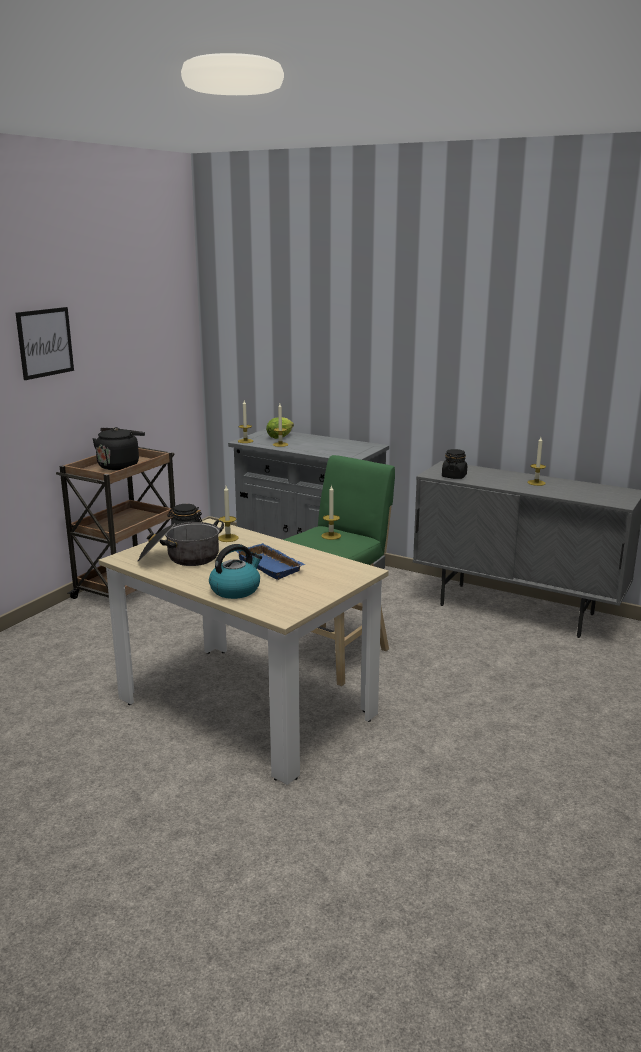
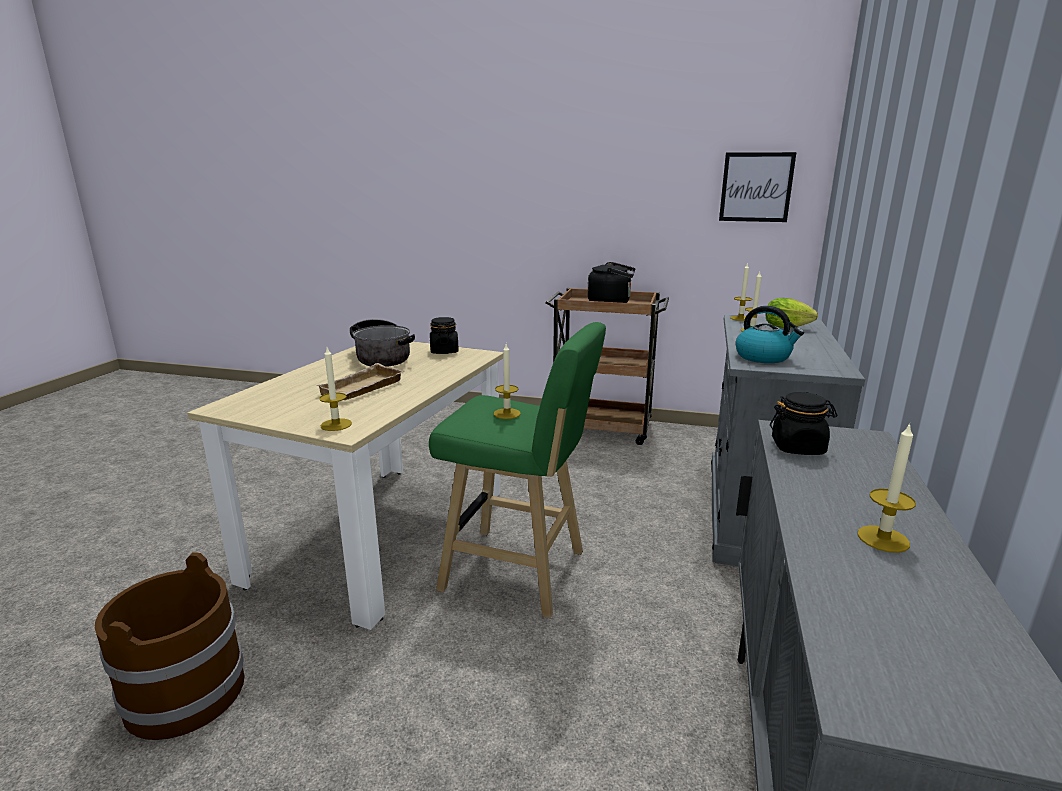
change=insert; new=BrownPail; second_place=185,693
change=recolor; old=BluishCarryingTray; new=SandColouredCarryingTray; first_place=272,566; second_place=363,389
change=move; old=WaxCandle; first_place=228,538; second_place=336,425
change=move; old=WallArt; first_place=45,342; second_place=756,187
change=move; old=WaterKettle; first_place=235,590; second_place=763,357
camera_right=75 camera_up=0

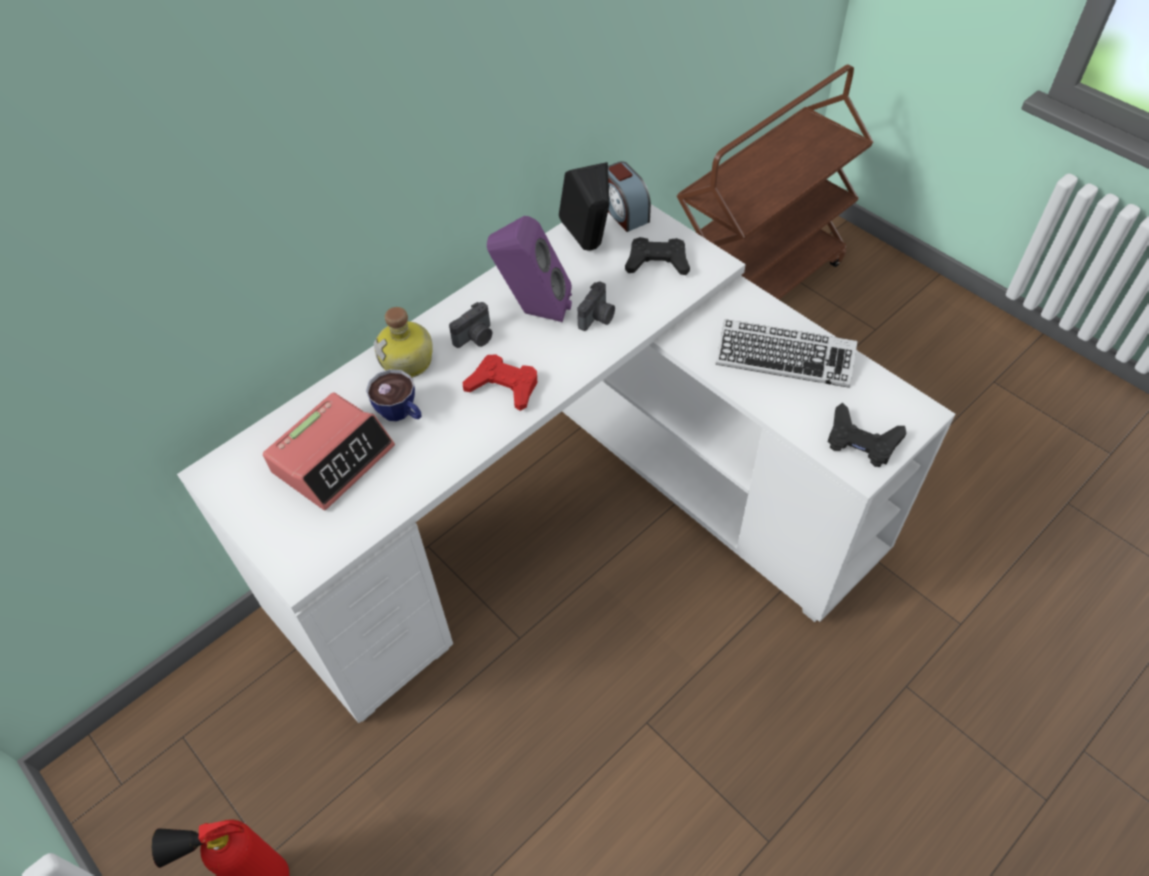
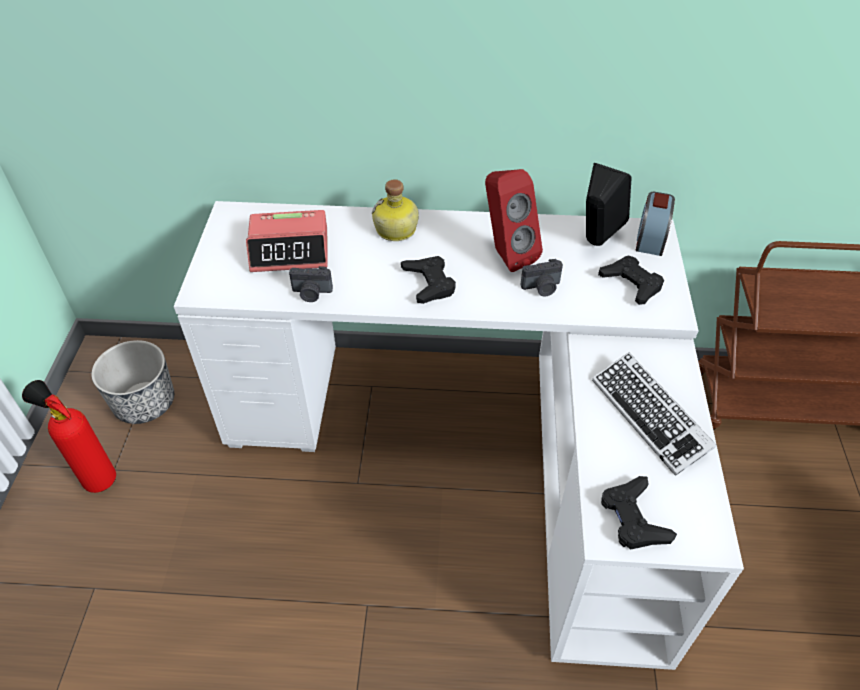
change=insert; new=Planter; second_place=145,402
change=move; old=PhotoCamera; first_place=476,337; second_place=311,293
change=recolor; old=ReddishGamepad; new=BlackColouredGamepad; first_place=503,386; second_place=429,283
change=recolor; old=PurplishAudioSpeaker; new=ReddishAudioSpeaker; first_place=533,311; second_place=505,255
change=delete; old=DrinkingCup; first_place=402,413
camera_right=45 camera_up=-5

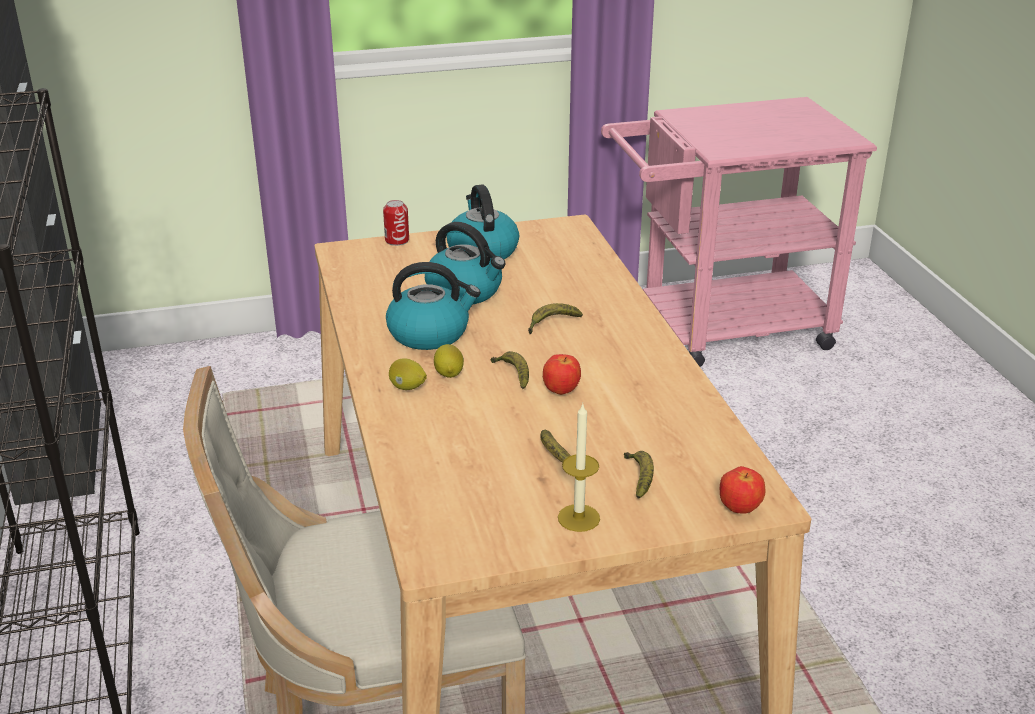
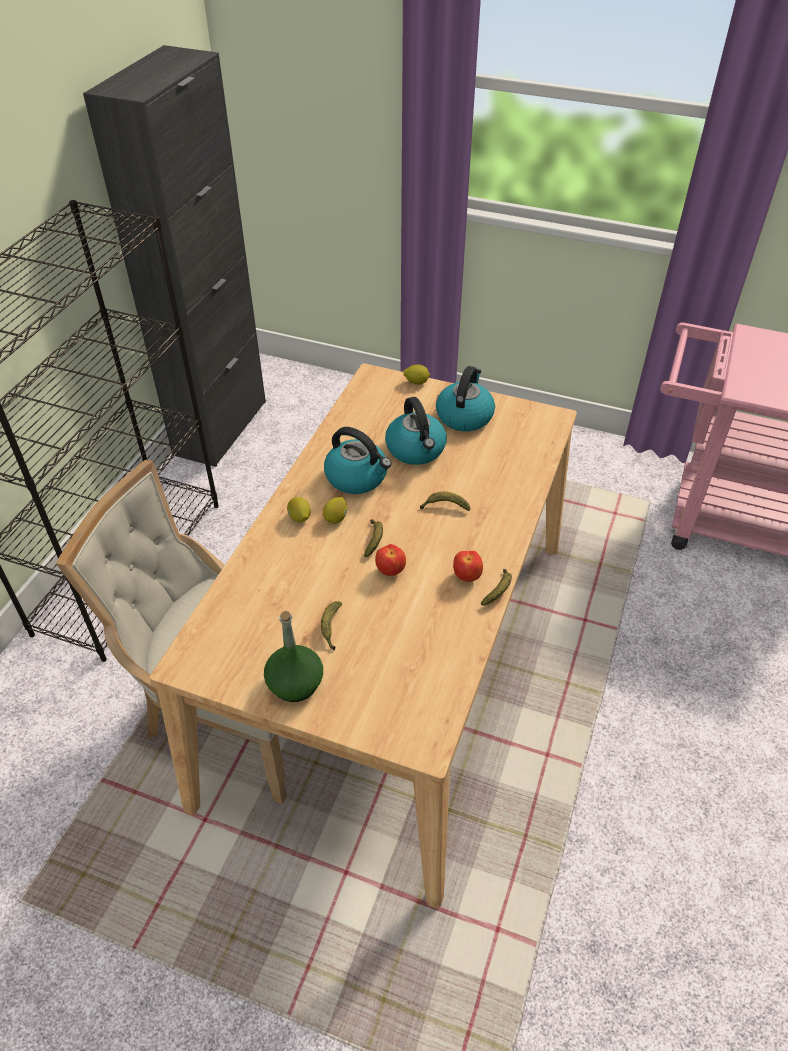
change=replace; old=WaxCandle; new=GreenBottle; first_place=578,518; second_place=295,684
change=replace; old=MetalCan; new=CitrusFruit; first_place=397,240; second_place=416,382
change=move; old=WholeApple; first_place=740,509; second_place=467,577
change=move; old=Banana; first_place=639,478; second_place=498,591
camera_right=35 camera_up=15

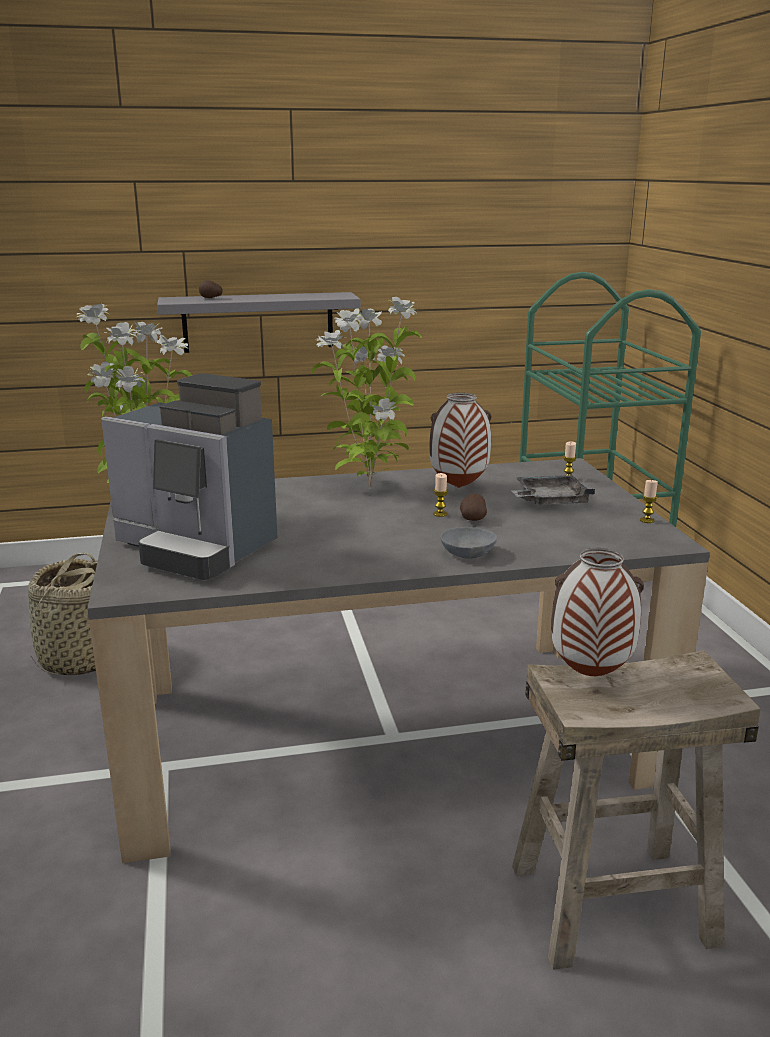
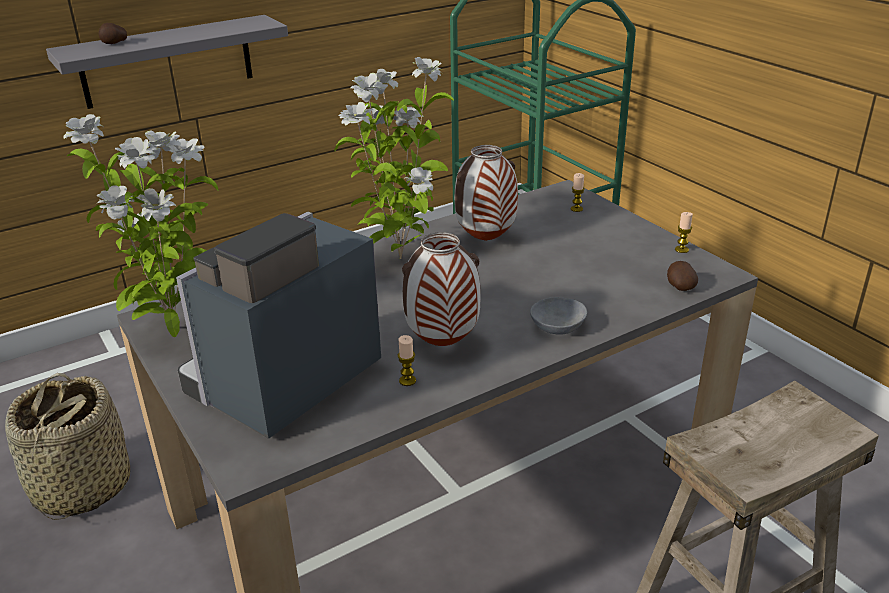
change=rotate; old=CoffeeBrewer; first_place=196,549; second_place=282,384; degrees=120
change=move; old=WaxCandle; first_place=440,514; second_place=407,381
change=move; old=Vase; first_place=589,676; second_place=442,345
change=move; old=Spud; first_place=473,519; second_place=679,287
change=delete; old=GreyishCarryingTray; first_place=549,500
camera_right=-20 camera_up=10

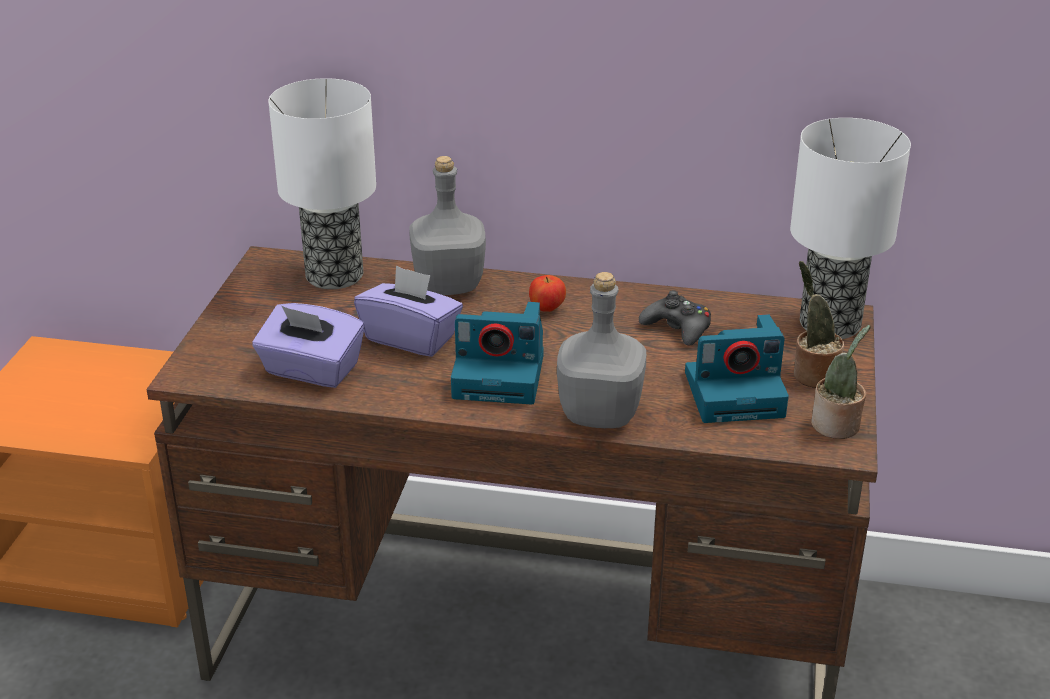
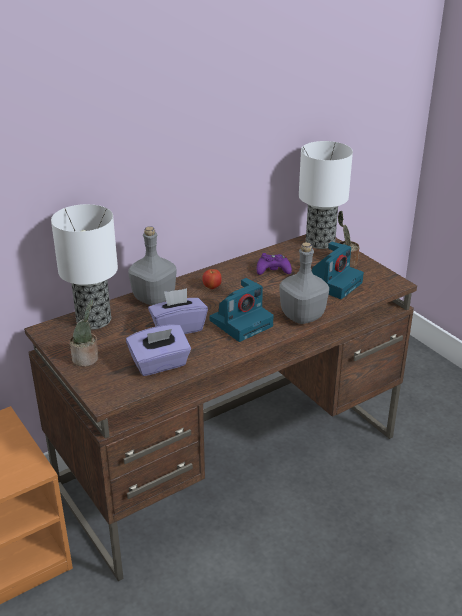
change=move; old=PlantInAPot; first_place=837,427; second_place=87,359
change=recolor; old=BlackColouredGamepad; new=PurplishGamepad; first_place=677,328; second_place=273,270
camera_right=-45 camera_up=0

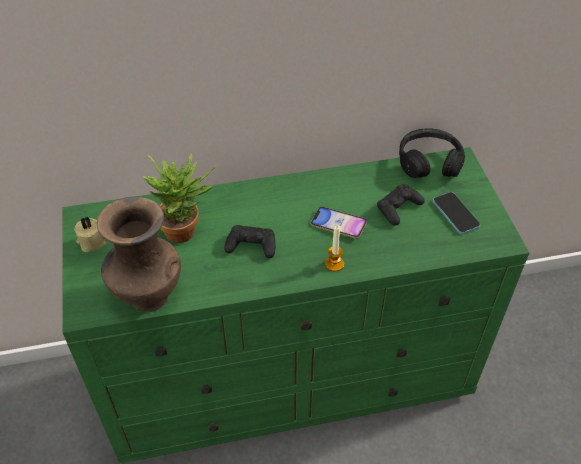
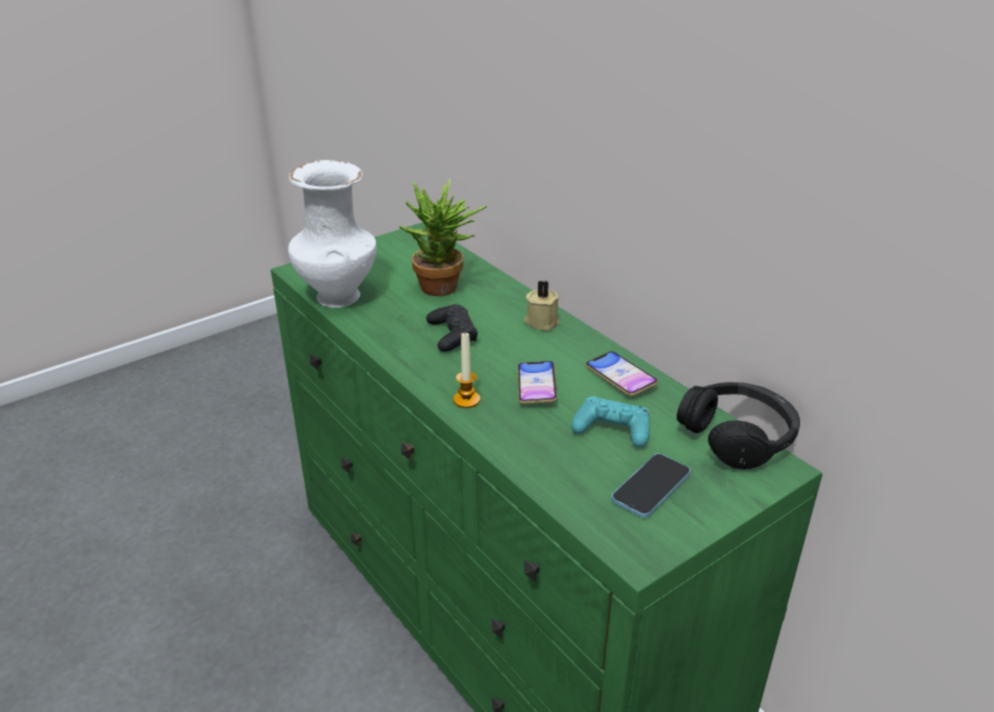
change=recolor; old=BrownVase; new=WhiteVase; first_place=147,297; second_place=337,296
change=move; old=SandColouredWaxCandle; first_place=91,242; second_place=542,321
change=recolor; old=BlackColouredGamepad; new=TurquoiseGamepad; first_place=398,208; second_place=612,429
change=insert; new=Telephone; second_place=620,378
camera_right=65 camera_up=-15

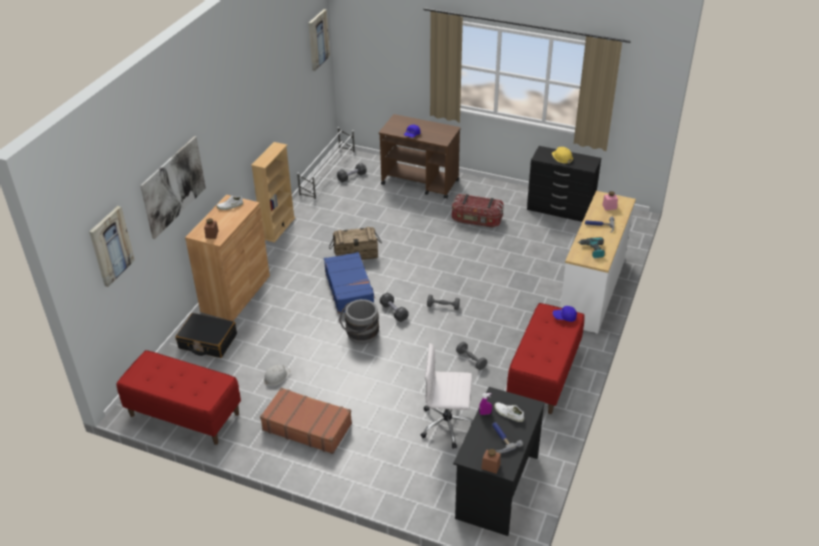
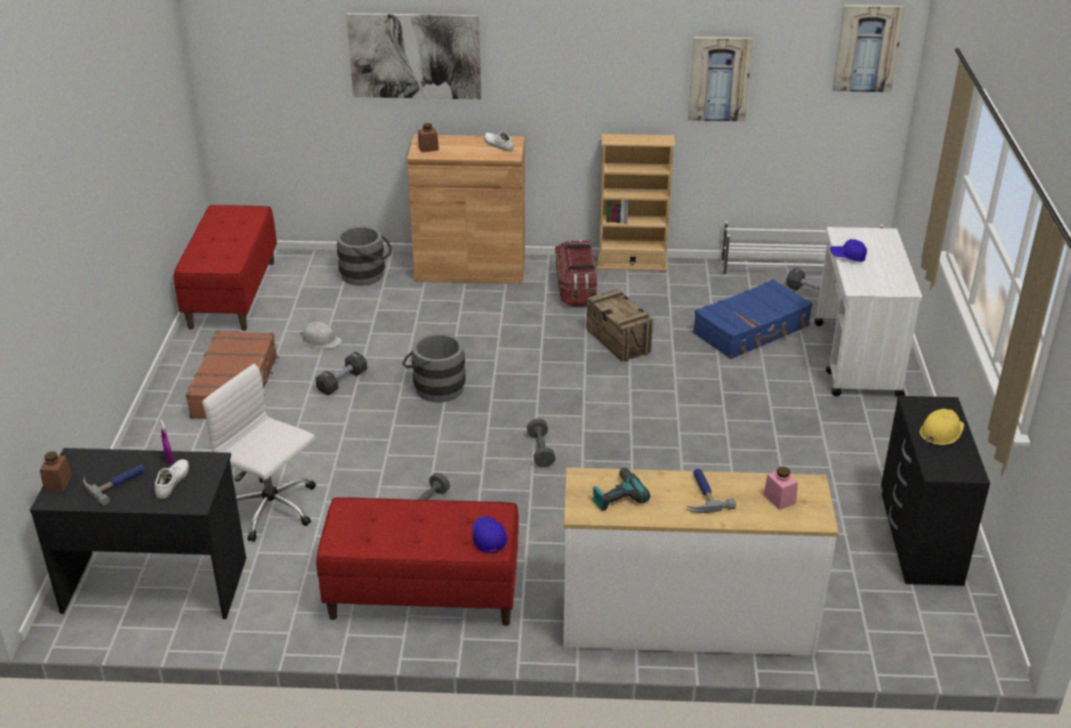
change=rotate; old=WhiteComputerChair; first_place=448,425; second_place=273,509; degrees=-45
change=move; old=BlackColouredHandWeight; first_place=394,312; second_place=342,382
change=replace; old=BlackColouredSuitcase; new=GreyishPail; first_place=207,341; second_place=367,274
change=move; old=StorageBin; first_place=477,220; second_place=576,288
change=move; old=WallArt; first_place=111,246; second_place=719,78
change=move; old=BluishSuitcase; first_place=349,288; second_place=752,330
change=recolor; old=BrownCart; new=WhiteCart; first_place=420,182; second_place=857,360
camera_right=70 camera_up=-5

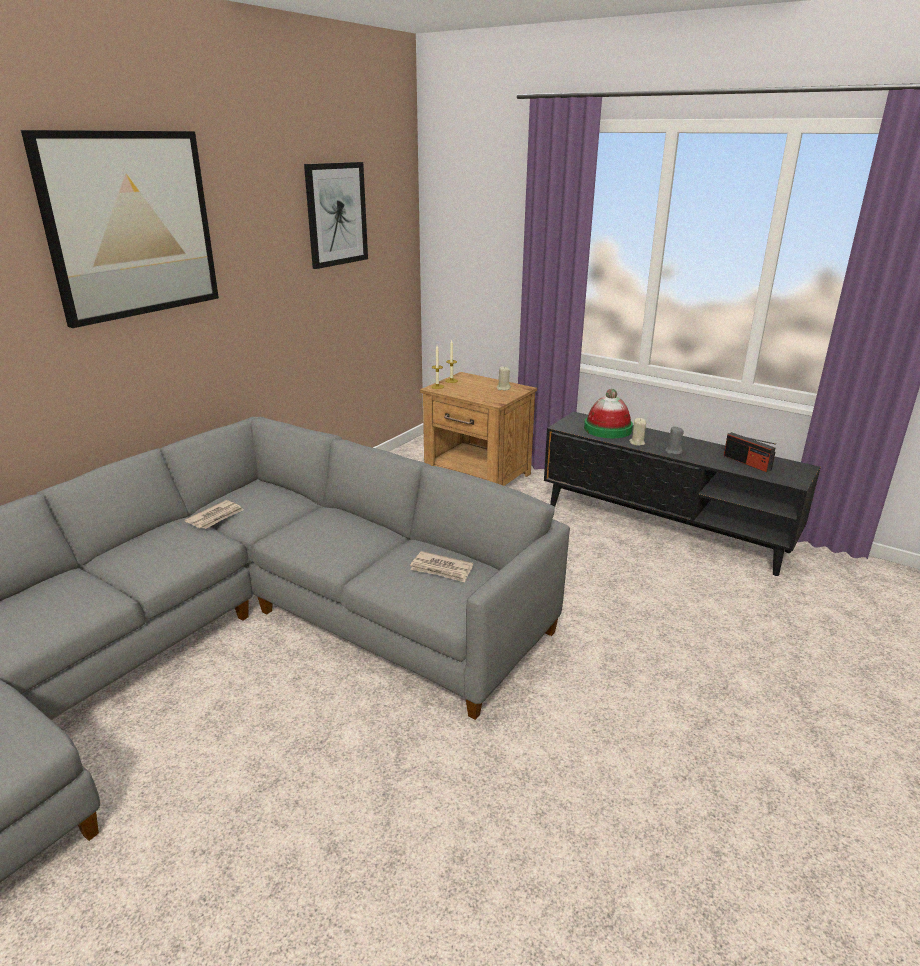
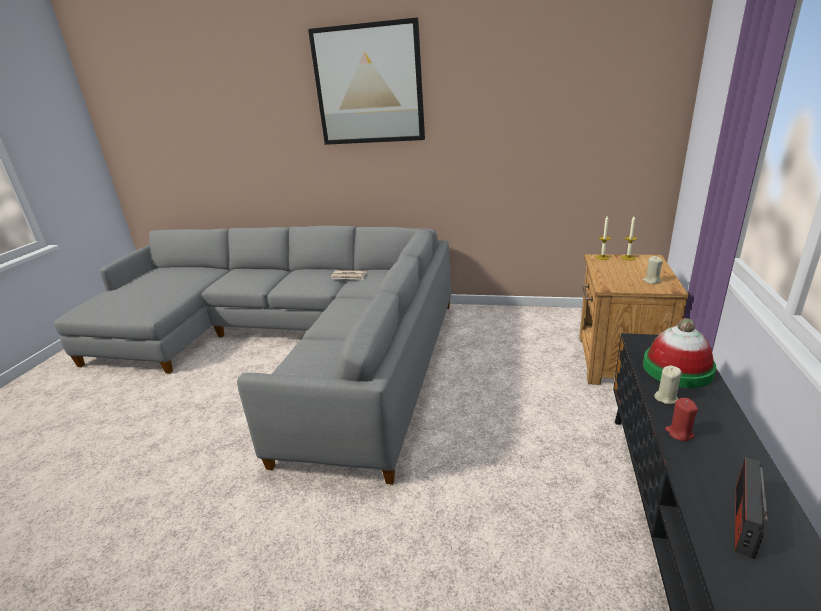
change=recolor; old=GreyishWaxCandle; new=ReddishWaxCandle; first_place=673,451; second_place=679,433
change=delete; old=WallArt; first_place=336,214
change=delete; old=Newspaper; first_place=441,569
camera_right=70 camera_up=0

